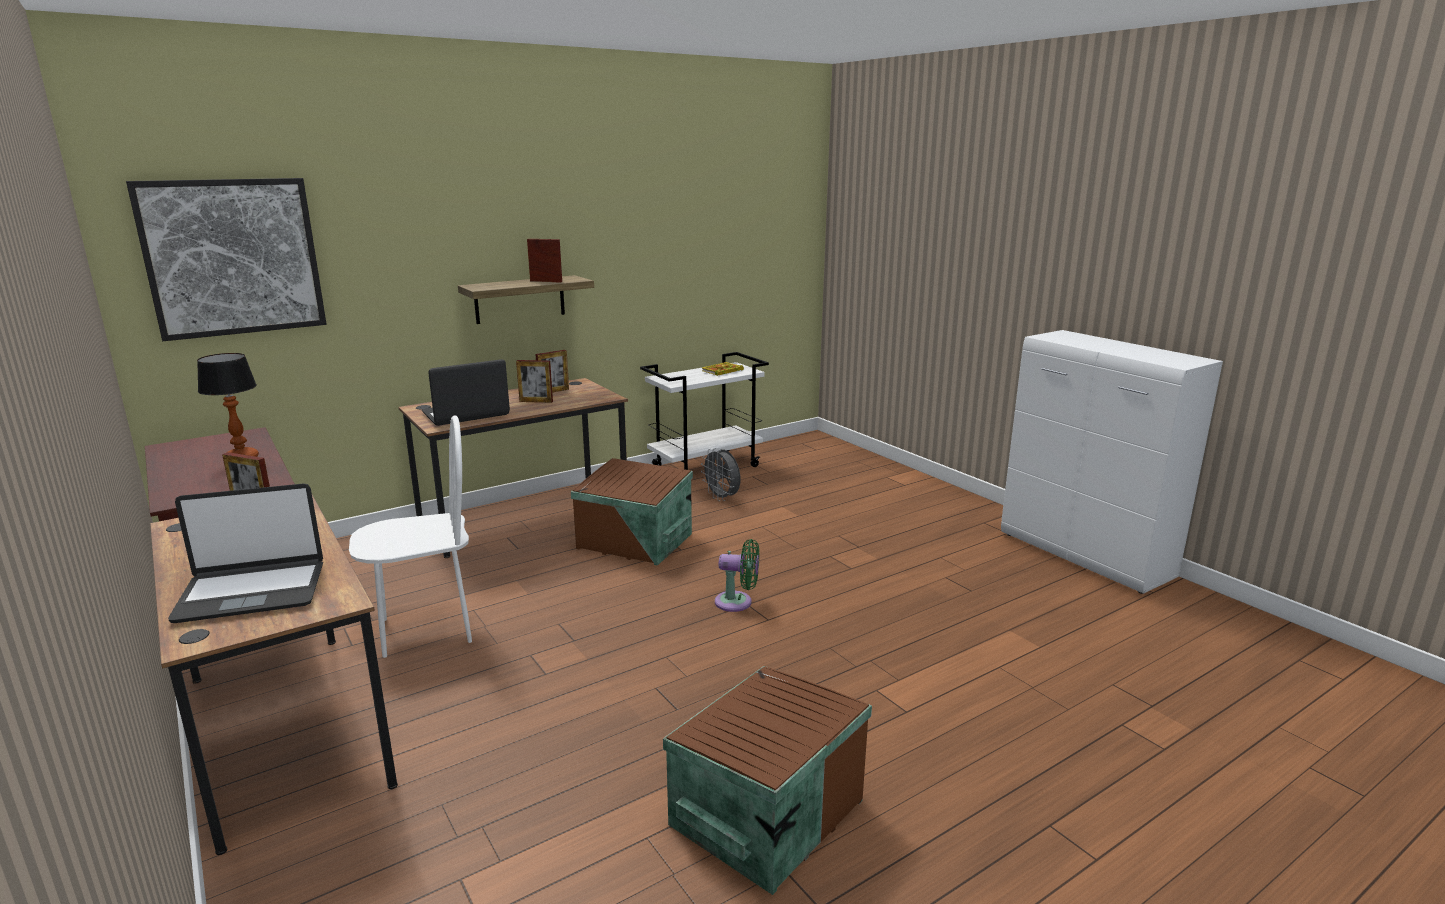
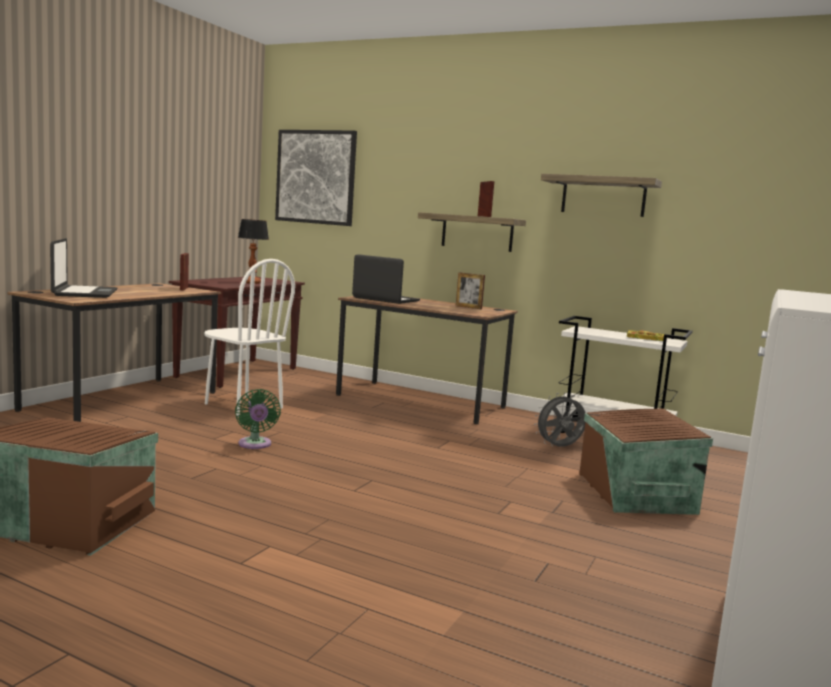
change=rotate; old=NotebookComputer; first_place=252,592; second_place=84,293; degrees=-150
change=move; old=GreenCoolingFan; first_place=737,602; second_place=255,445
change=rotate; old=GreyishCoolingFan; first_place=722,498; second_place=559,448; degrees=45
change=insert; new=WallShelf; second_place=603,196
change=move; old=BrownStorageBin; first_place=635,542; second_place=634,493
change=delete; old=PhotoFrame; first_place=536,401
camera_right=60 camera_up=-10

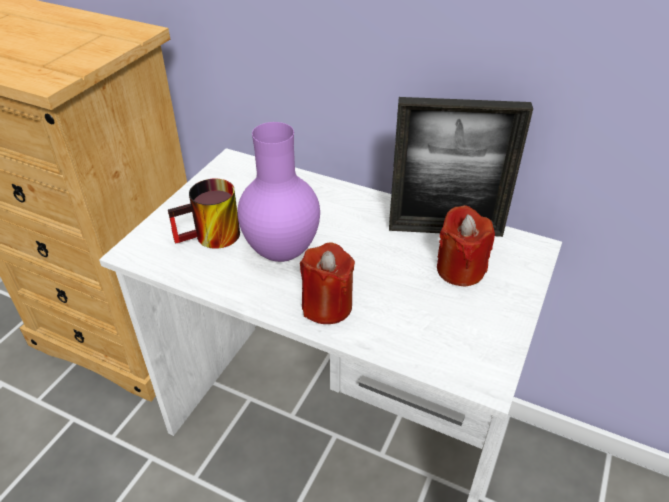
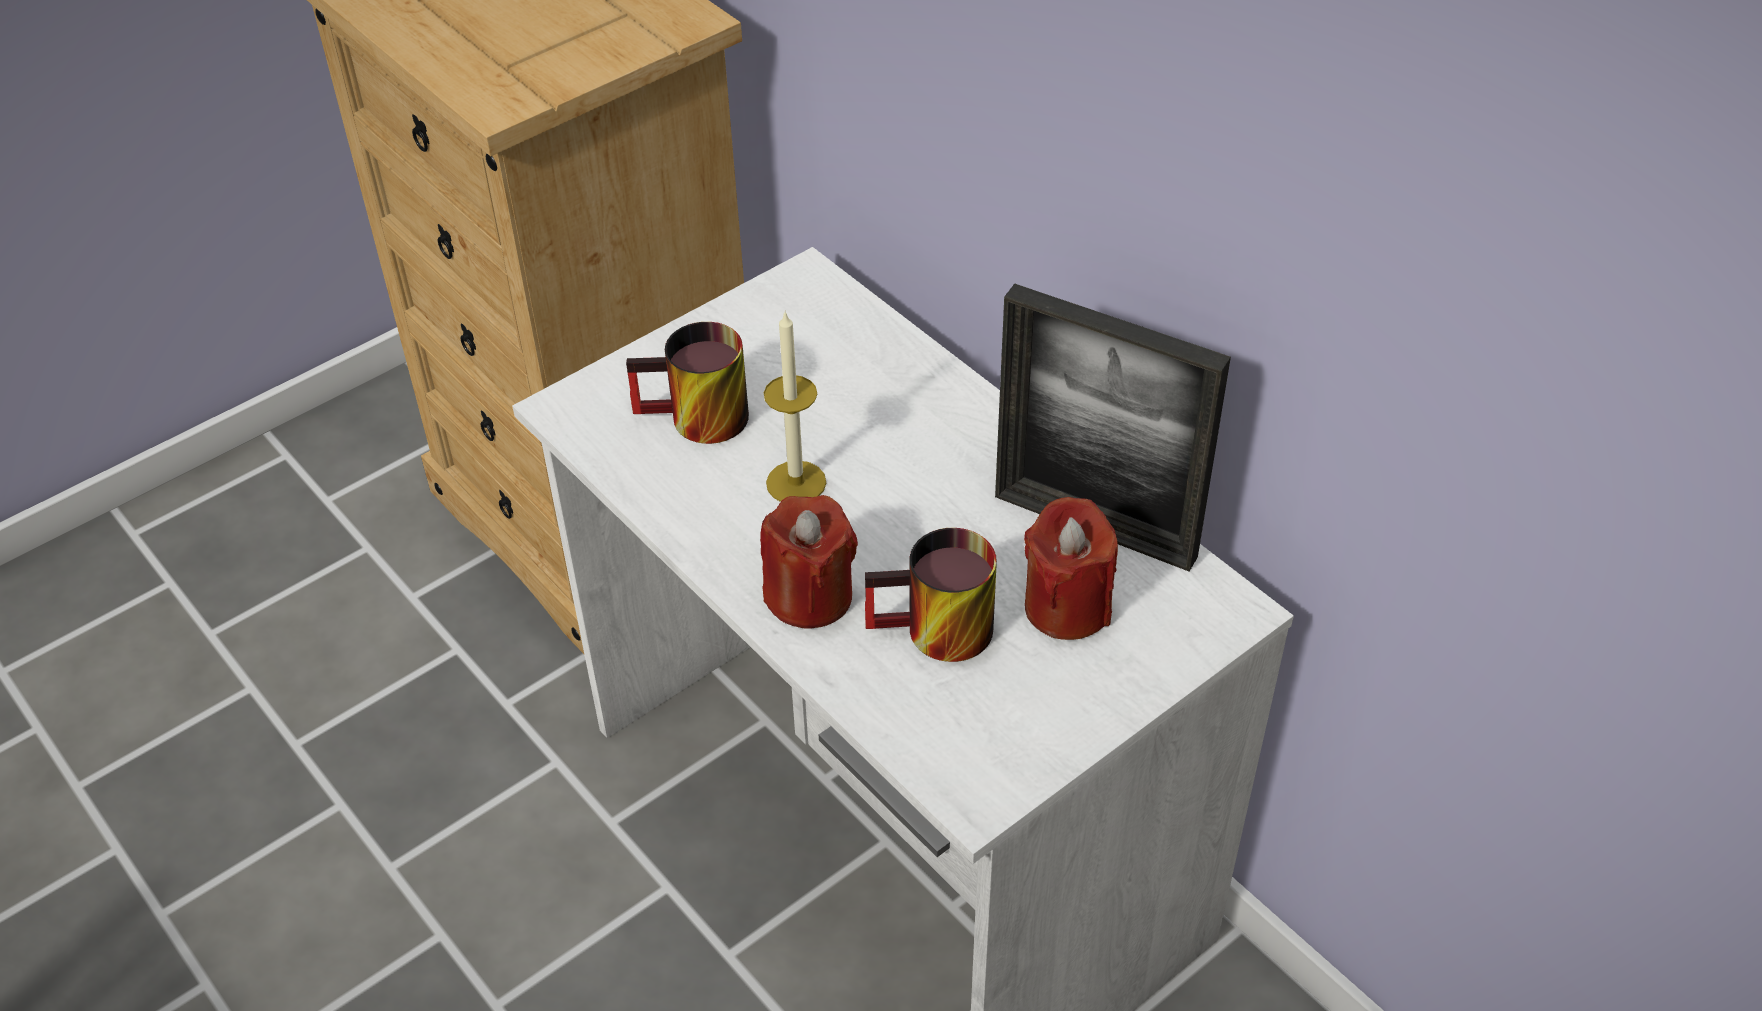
change=replace; old=PurplishVase; new=WaxCandle; first_place=284,252; second_place=796,482
change=insert; new=TeaMug; second_place=935,636
camera_right=25 camera_up=5

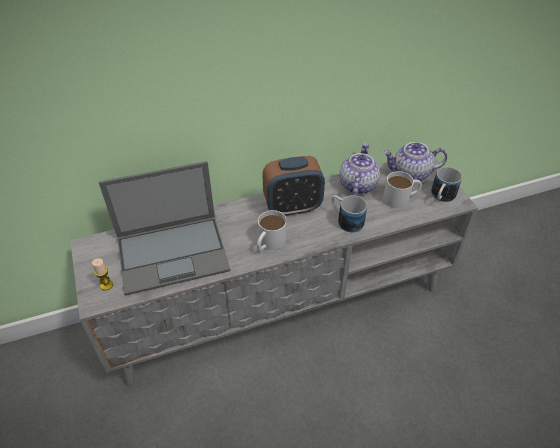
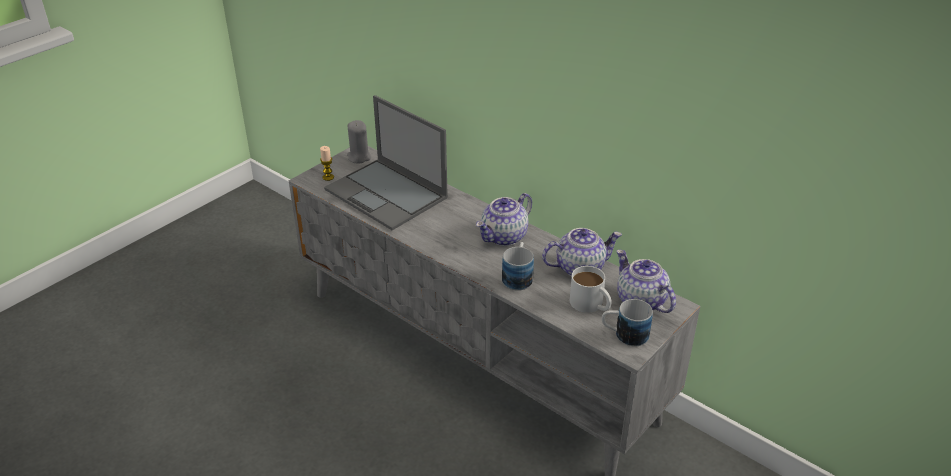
change=insert; new=GreyishWaxCandle; second_place=359,157
change=replace; old=BedsideClock; new=Teapot; first_place=292,207; second_place=504,237
change=delete; old=WhiteTeaMug; first_place=269,243
camera_right=60 camera_up=-10

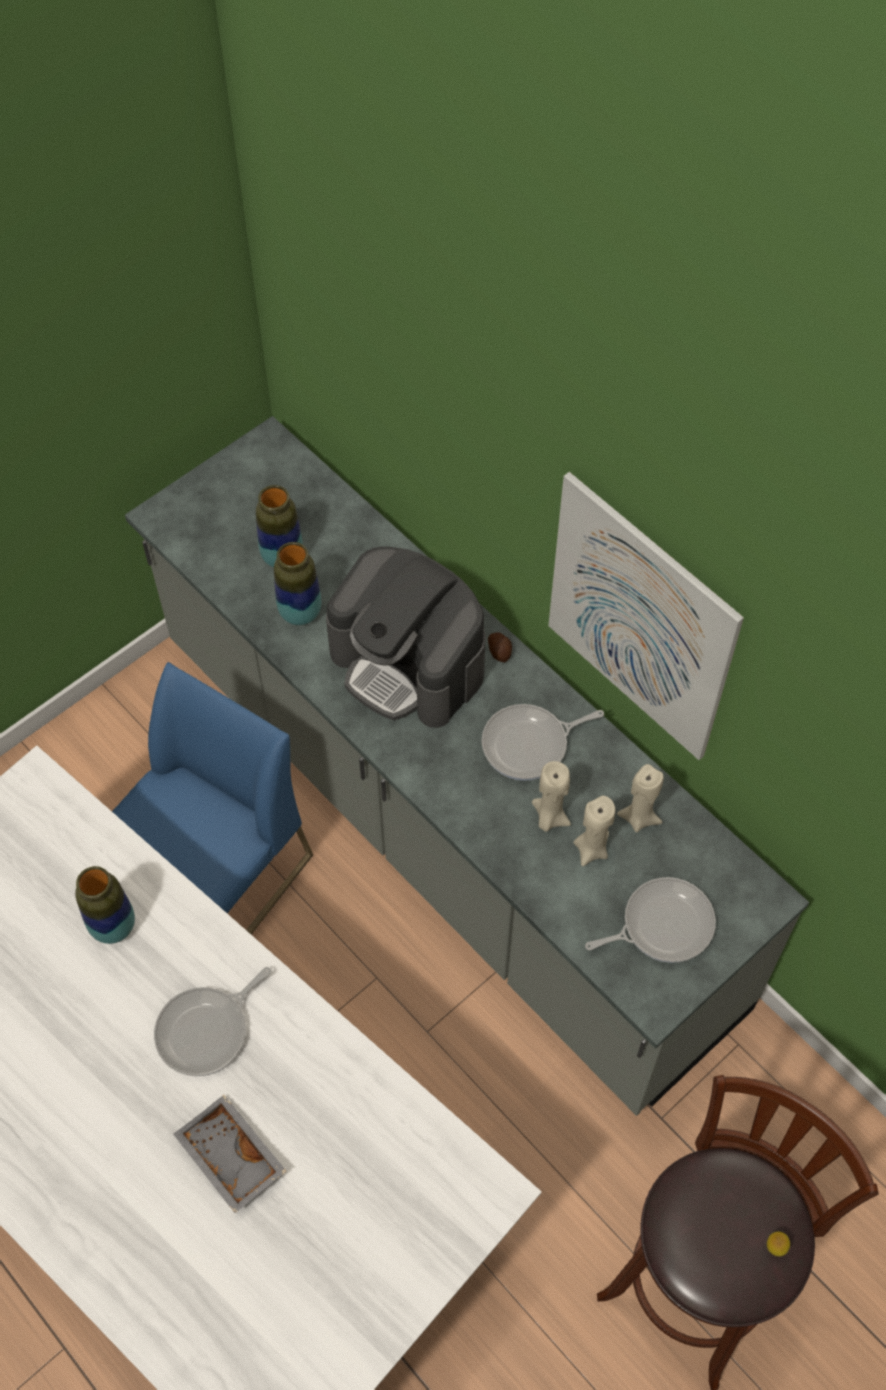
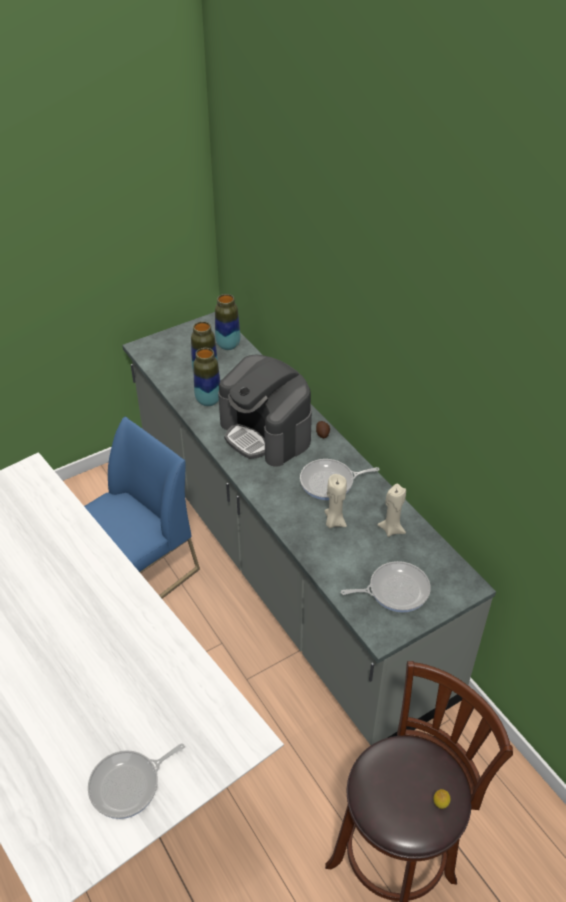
change=move; old=FryingPan; first_place=207,1031; second_place=128,785
change=move; old=Vase; first_place=113,926; second_place=228,345
change=delete; old=GreyishCarryingTray; first_place=229,1158
change=delete; old=WallArt; first_place=639,619
change=delete; old=SandColouredWaxCandle; first_place=591,849
camera_right=10 camera_up=-15

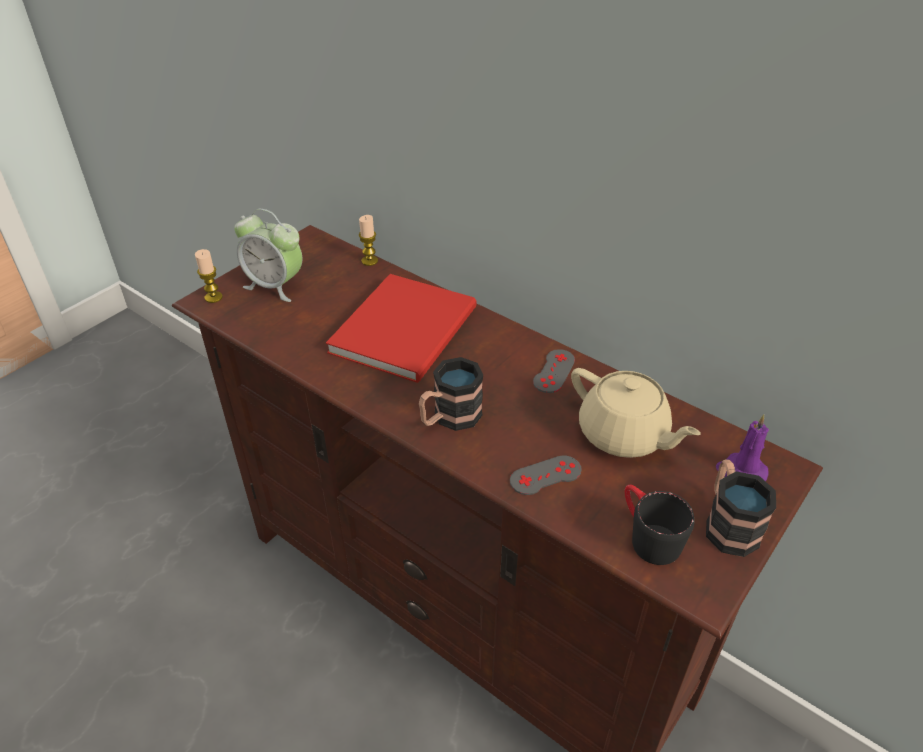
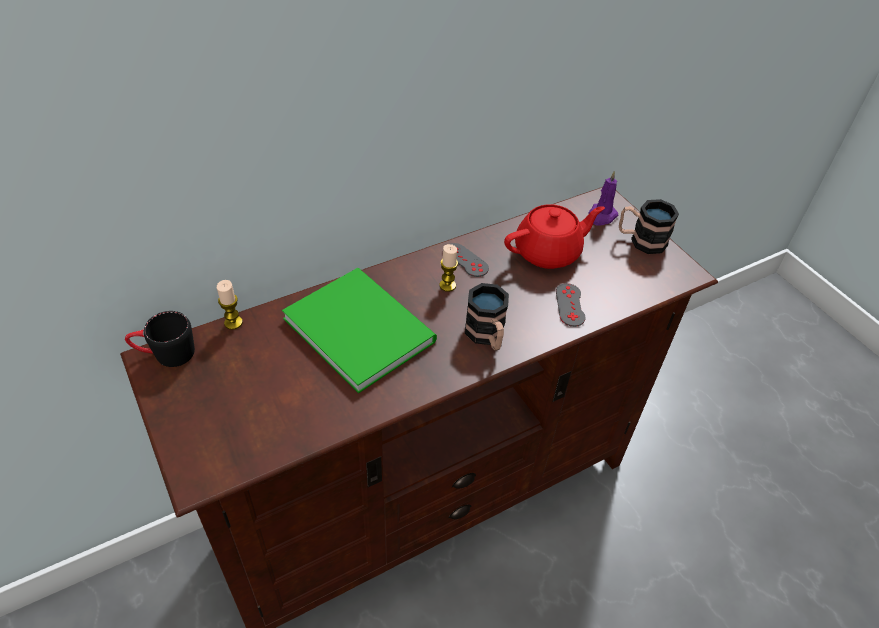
change=move; old=BlackColouredTeaMug; first_place=647,536; second_place=165,354
change=recolor; old=ReddishBook; new=GreenBook; first_place=409,328; second_place=359,326
change=move; old=WaxCandle; first_place=213,297; second_place=447,285
change=recolor; old=SandColouredTeapot; new=ReddishTeapot; first_place=624,435; second_place=548,252
change=delete; old=BedsideClock; first_place=275,286
camera_right=-70 camera_up=5

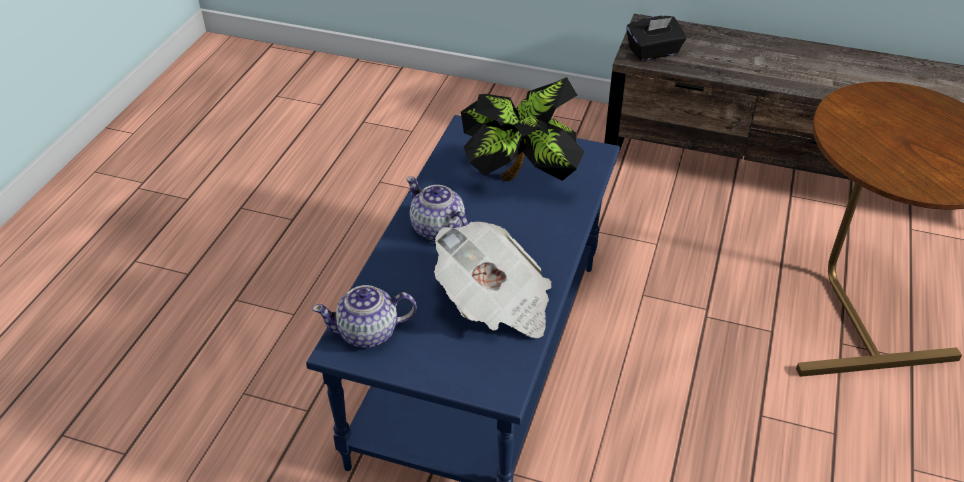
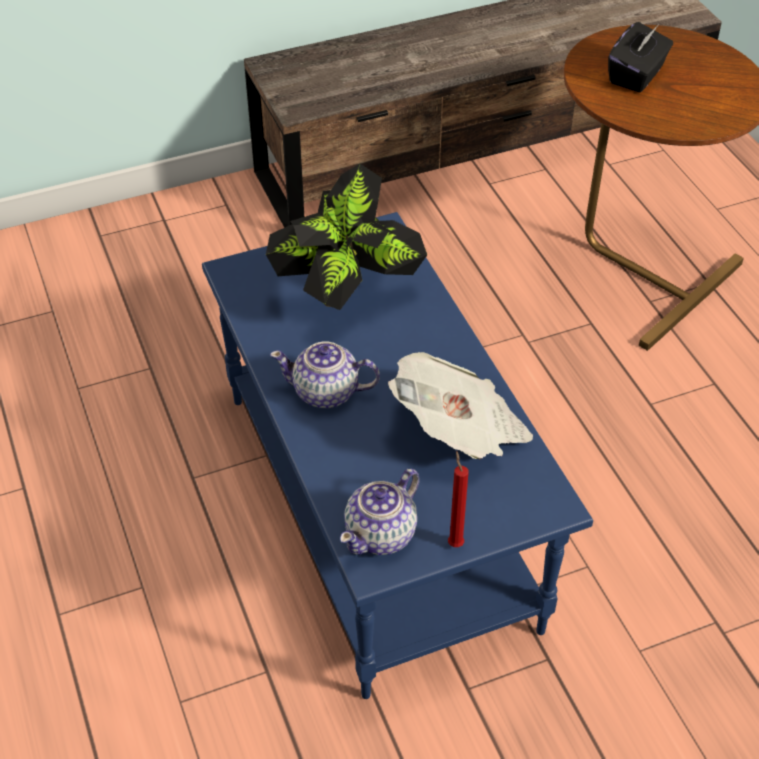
change=insert; new=ReddishWaxCandle; second_place=454,542
change=move; old=BlackColouredTissueBox; first_place=653,52; second_place=637,75
camera_right=-40 camera_up=5

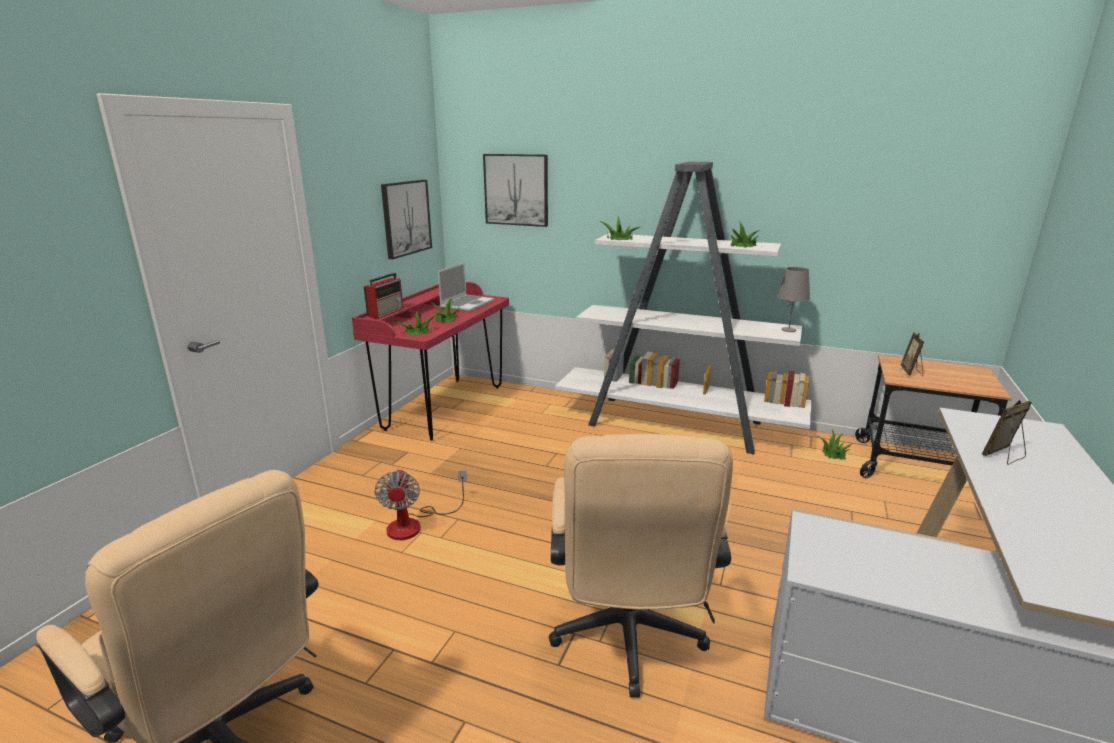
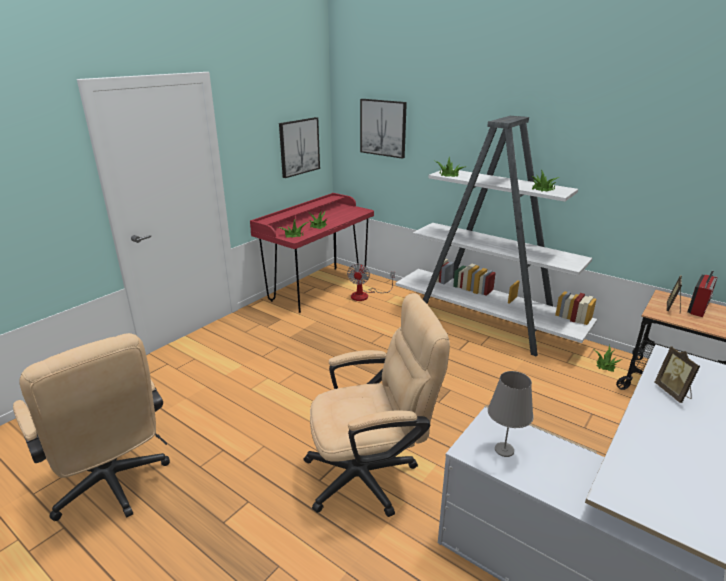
change=rotate; old=SandColouredComputerChair; first_place=627,640; second_place=371,474; degrees=-120
change=move; old=CoolingFan; first_place=415,524; second_place=365,295
change=move; old=GreyishTabletopLamp; first_place=788,330; second_place=504,449
change=rotate; old=PhotoFrame; first_place=1004,456; second_place=673,393; degrees=-90
change=move; old=Radio; first_place=386,312; second_place=698,307
change=delete; old=NotebookComputer; first_place=467,304
camera_right=15 camera_up=5

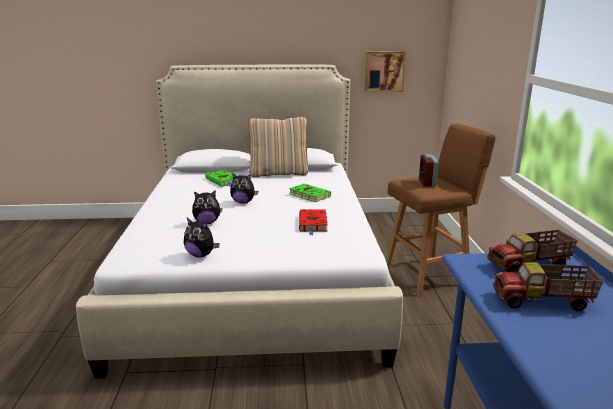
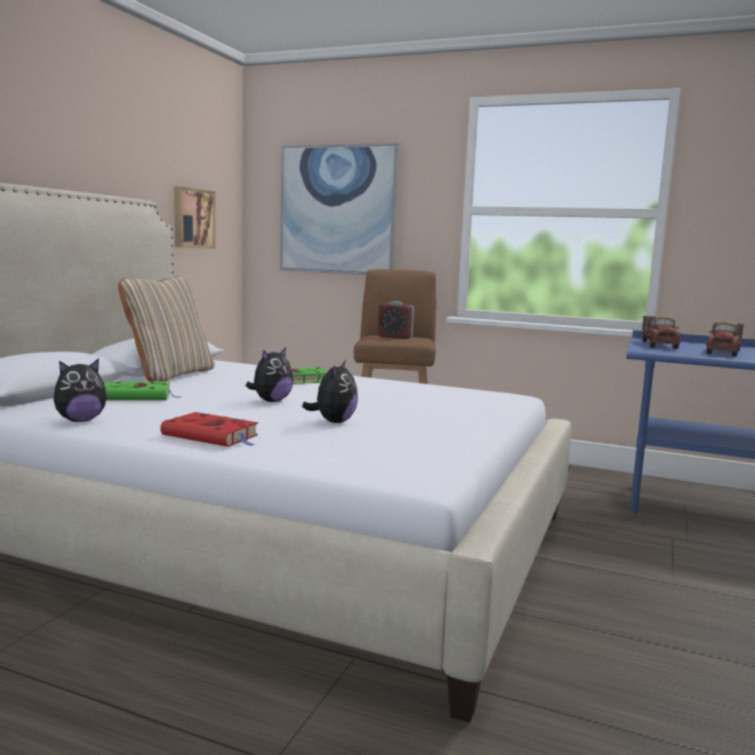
change=move; old=CuddlyToy; first_place=201,255; second_place=80,420
change=move; old=ReddishBook; first_place=313,224; second_place=212,436
change=insert; new=WallArt; second_place=338,210
camera_right=-65 camera_up=-10

